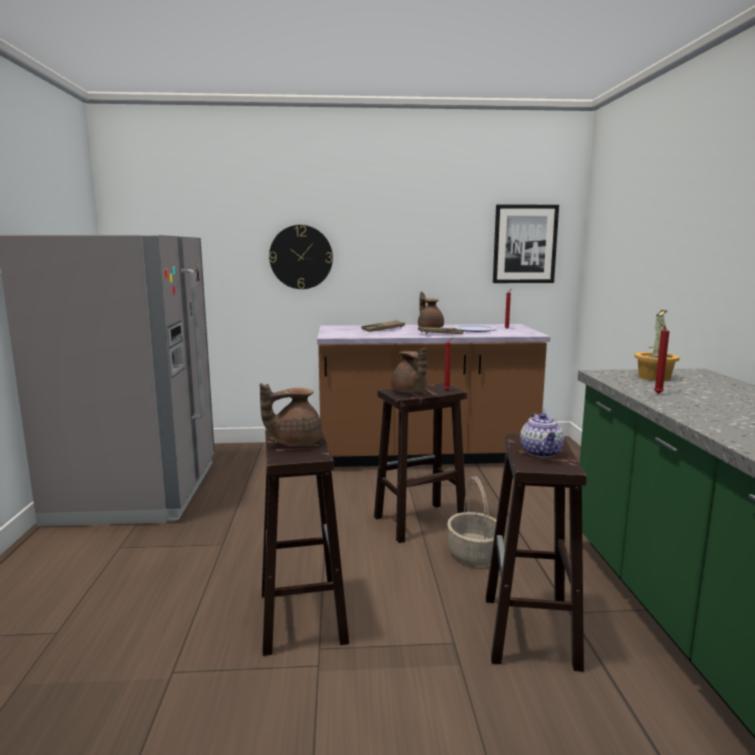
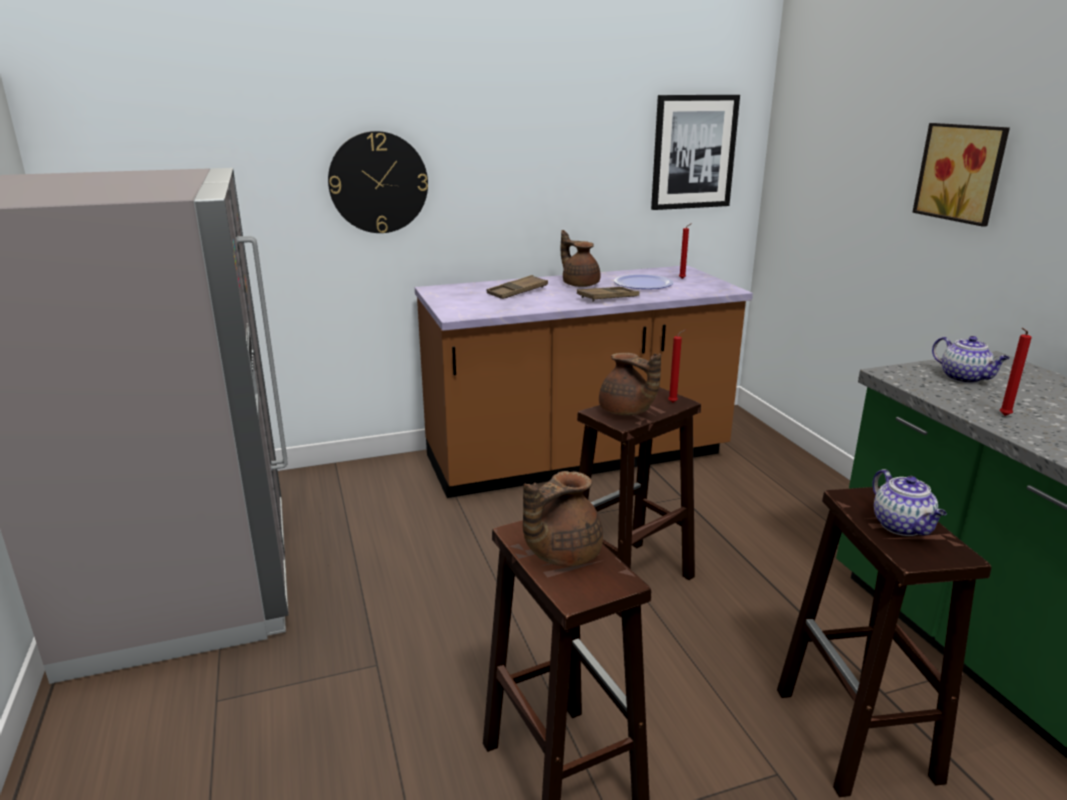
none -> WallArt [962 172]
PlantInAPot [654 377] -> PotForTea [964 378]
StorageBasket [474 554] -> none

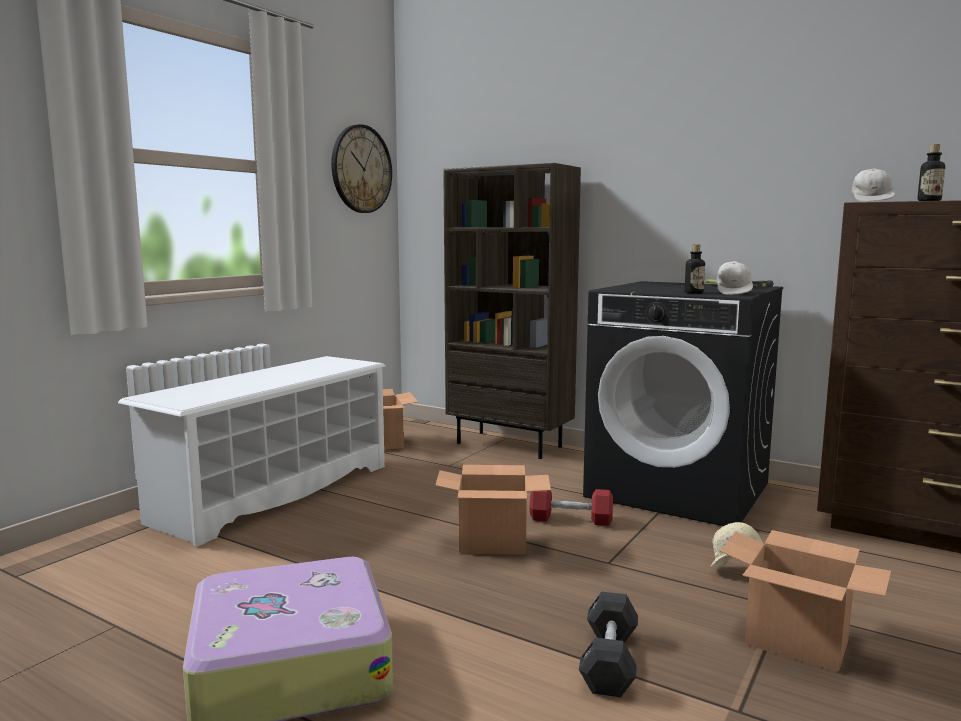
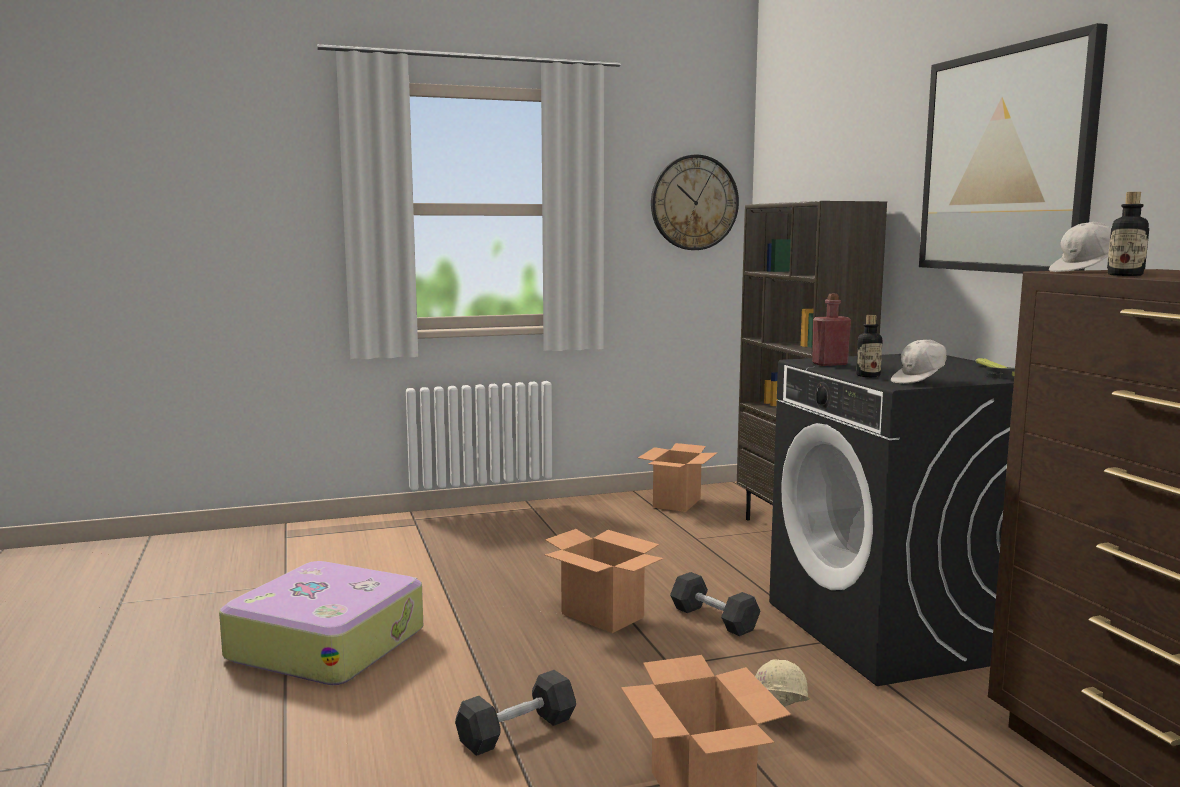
RedColouredDumbbell [570 519] -> BlackishDumbbell [713 619]
none -> RedColouredBeverageBottle [830 364]
none -> WallArt [1005 161]
WhiteShoeShelf [274 492] -> none

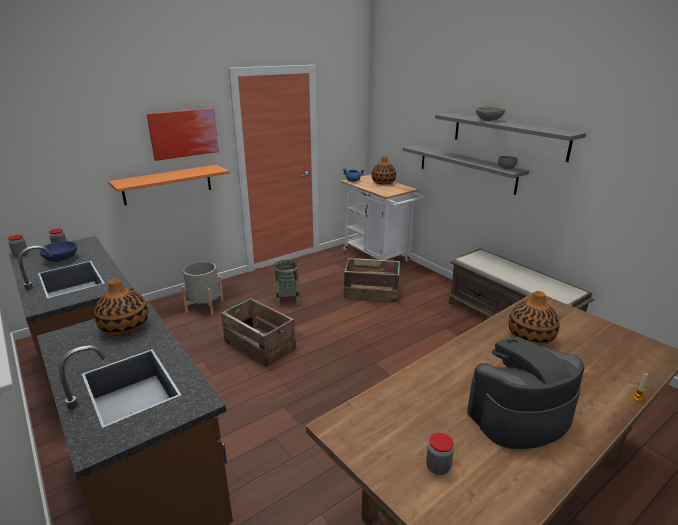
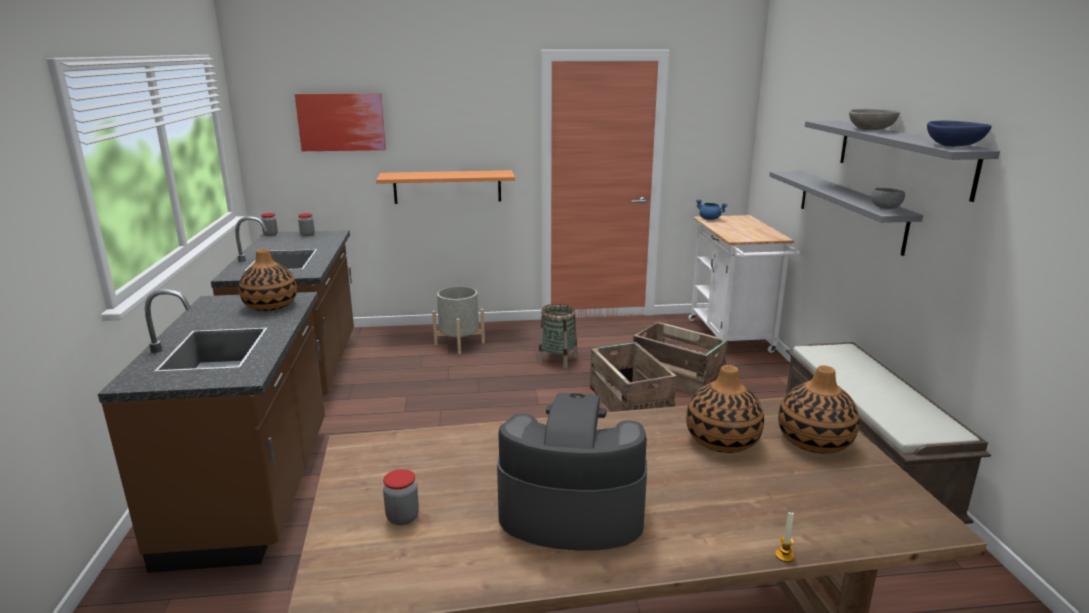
WallArt [184 133] -> WallArt [341 122], relocated
ShippingCrate [259 345] -> ShippingCrate [630 403], relocated
Vase [383 182] -> Vase [814 441], relocated
BlueColouredBowl [61 259] -> BlueColouredBowl [953 146], relocated

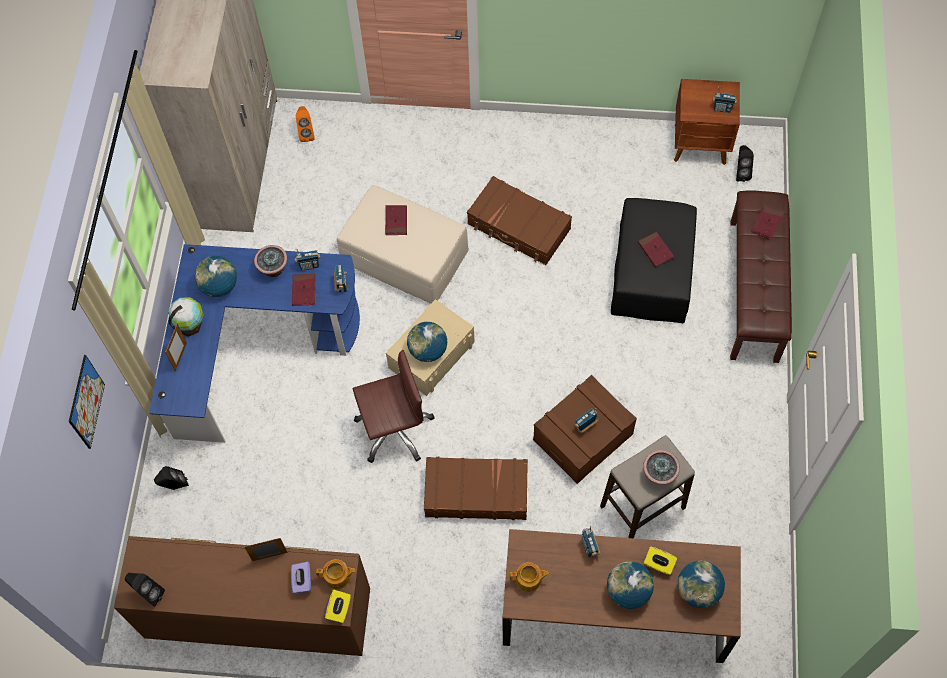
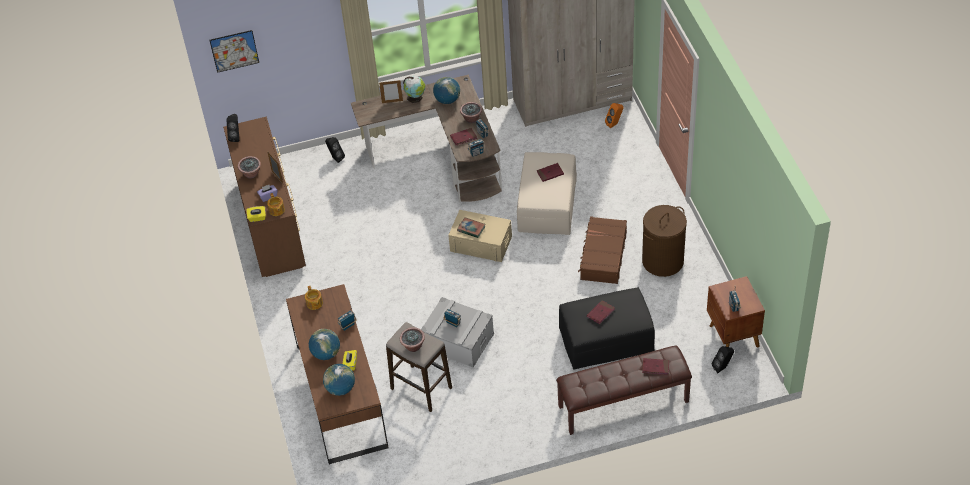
WallArt [86 402] -> WallArt [234 51], relocated
none -> PlantInAPot [251 174]
BlueColouredDeskUnit [254 348] -> BrownColouredDeskUnit [443 158]
BrownColouredStorageBox [583 437] -> GrayStorageBox [458 341]
DeskGlobe [428 350] -> BoundBook [471 229]
none -> BrownColouredLaundryBasket [662 261]
BrownColouredOfficeChair [394 429] -> none
BrownColouredTravelCase [476 492] -> none

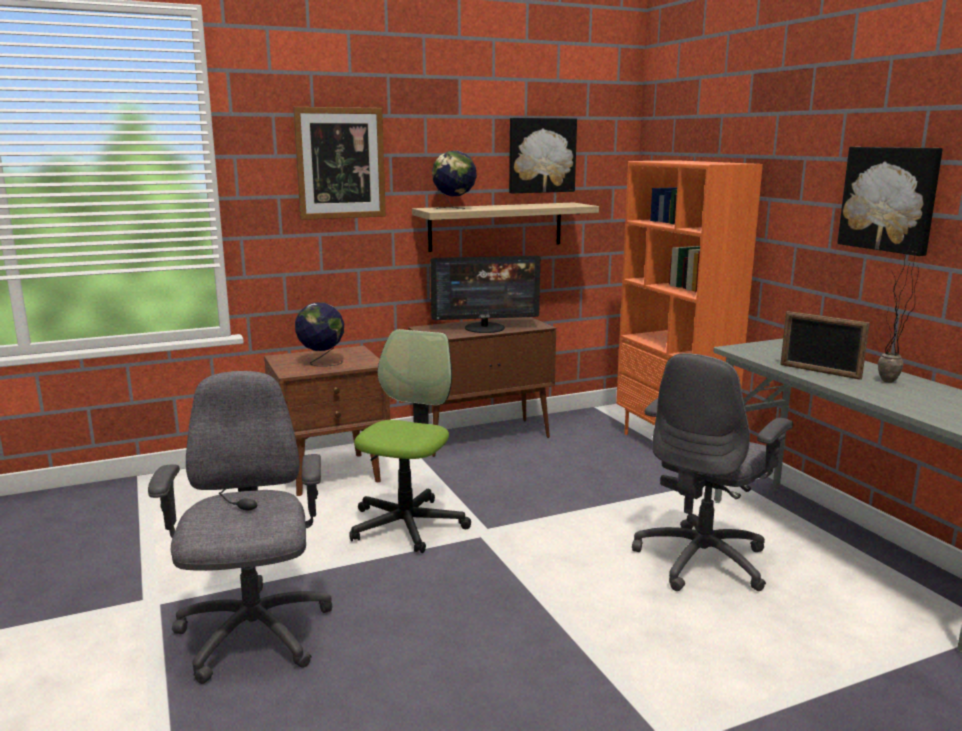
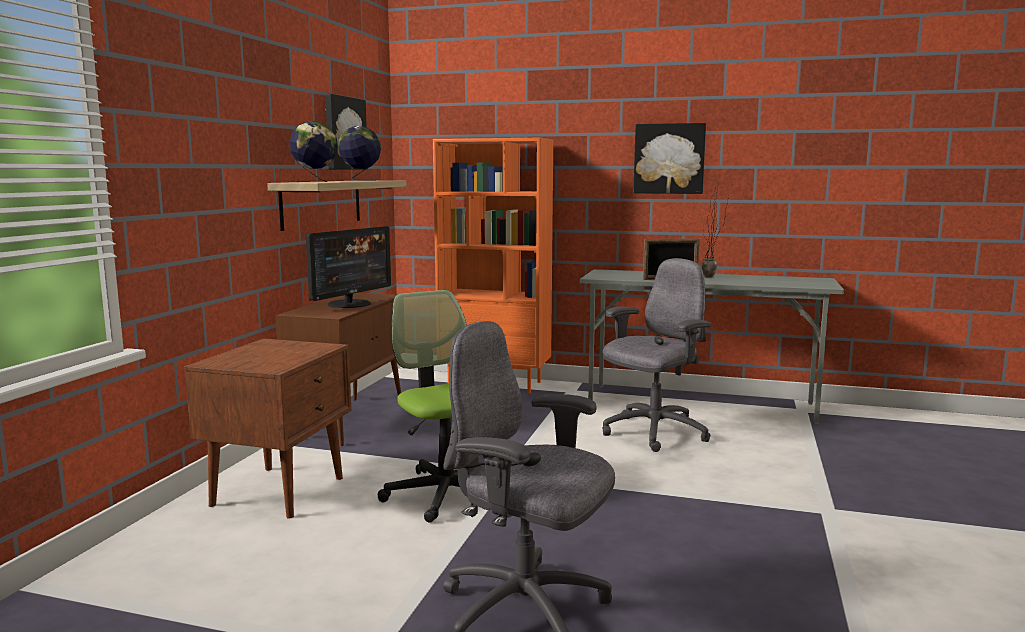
DeskGlobe [321 363] -> DeskGlobe [360 180], relocated
GrayOfficeChair [703 560] -> GrayOfficeChair [653 433], 120 degrees counterclockwise
WallArt [340 163] -> none

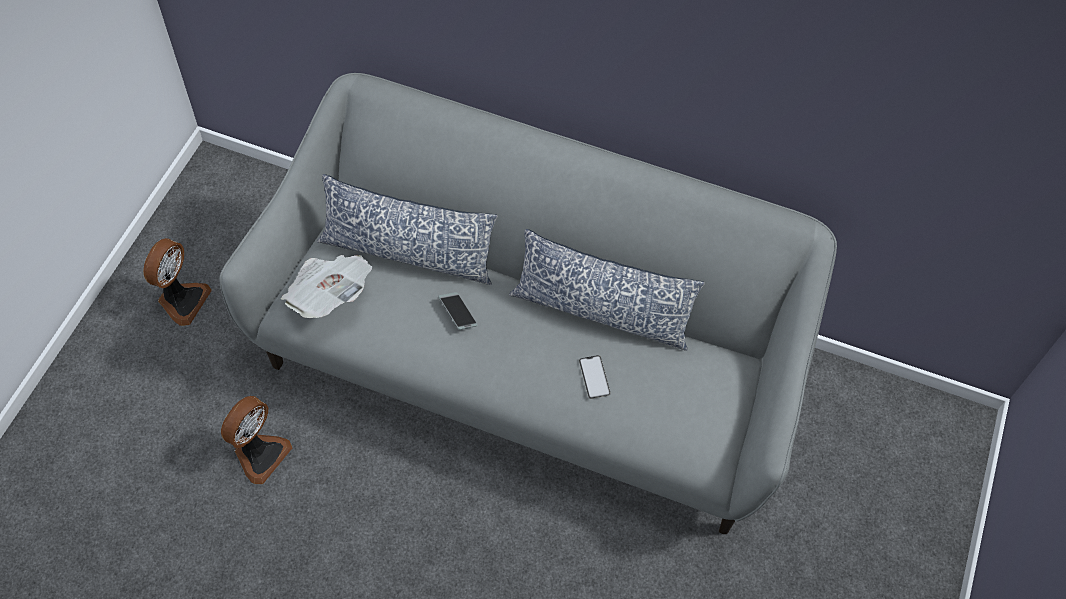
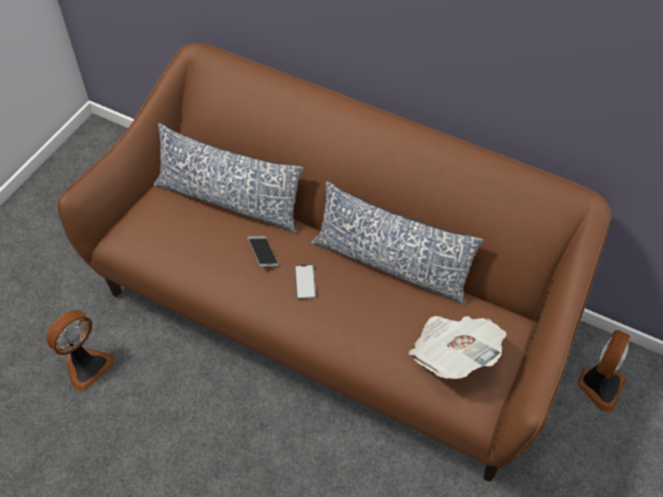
GraySettee [529 364] -> BrownColouredSettee [331 313]
Telephone [594 377] -> Telephone [305 282], relocated
PrintedPaper [328 295] -> PrintedPaper [453 355], relocated
ElectricFan [182 300] -> ElectricFan [599 386], relocated

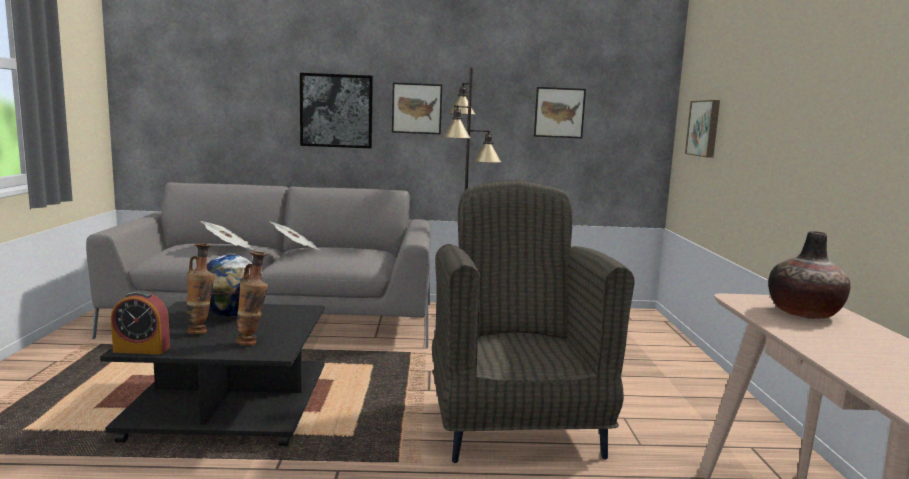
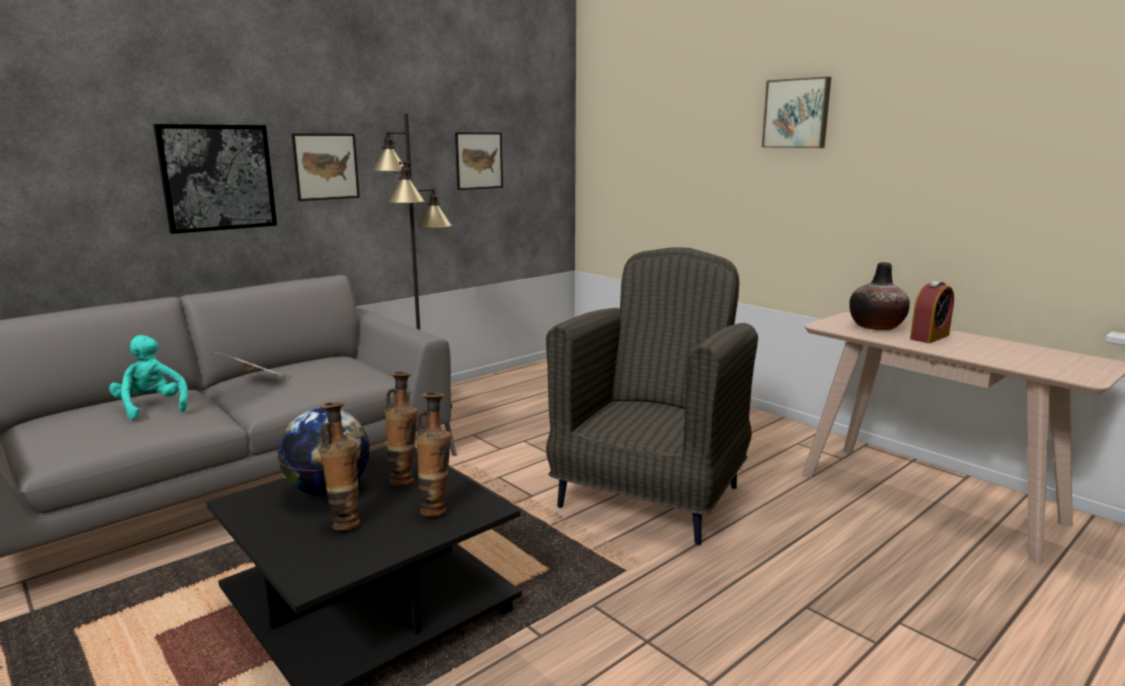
PrintedPaper [229 249] -> TurquoiseColouredPlushToy [152 407]
none -> Vase [404 480]
GrayEasyChair [516 426] -> GrayEasyChair [650 495], 75 degrees clockwise
WallArt [704 128] -> WallArt [797 113], relocated
BedsideClock [141 349] -> BedsideClock [929 337], relocated

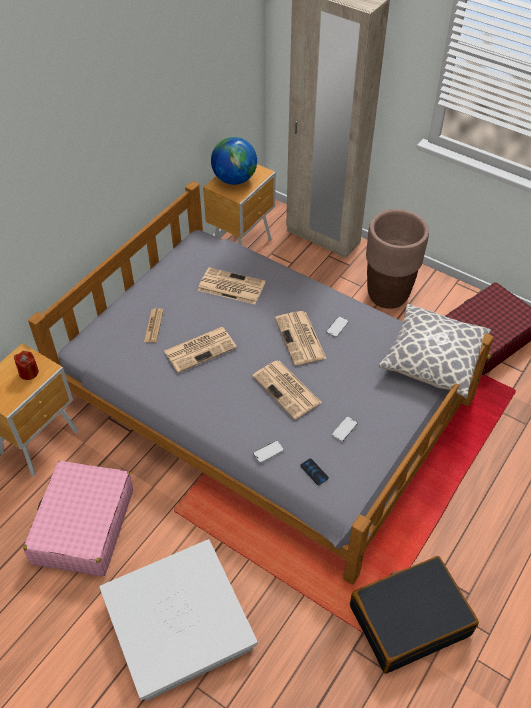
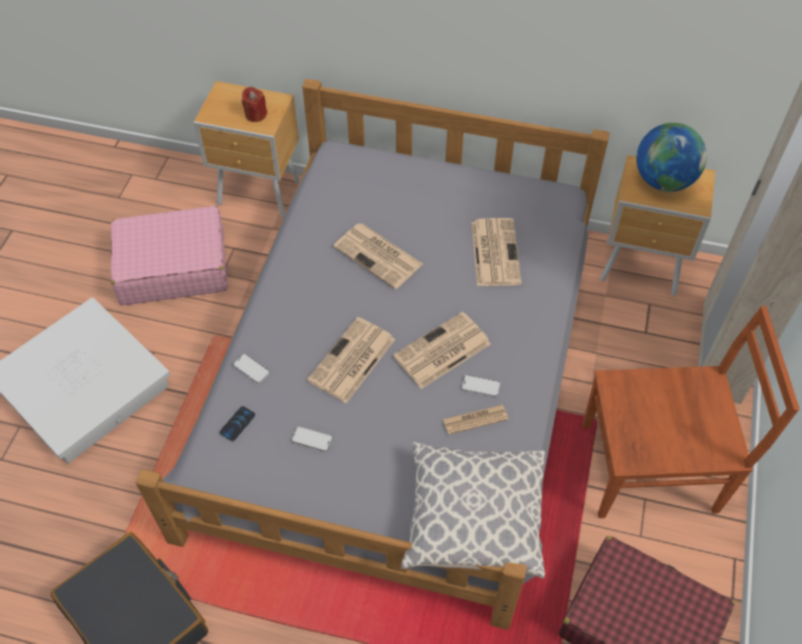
PrintedPaper [153 326] -> PrintedPaper [475 419], relocated
BrownColouredFlowerPot [388 295] -> BrownColouredChair [653 468]

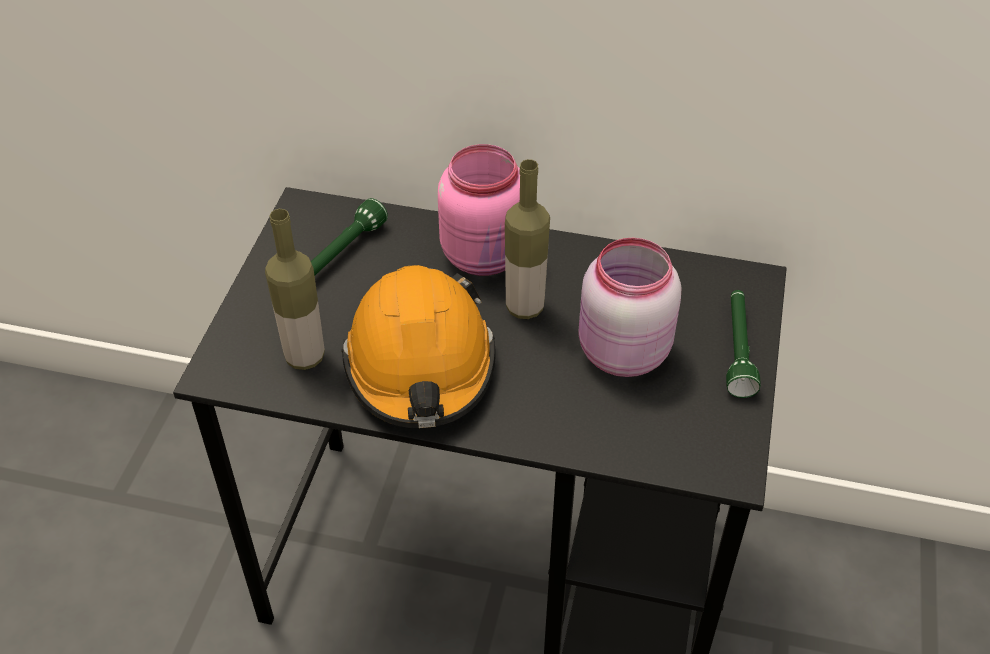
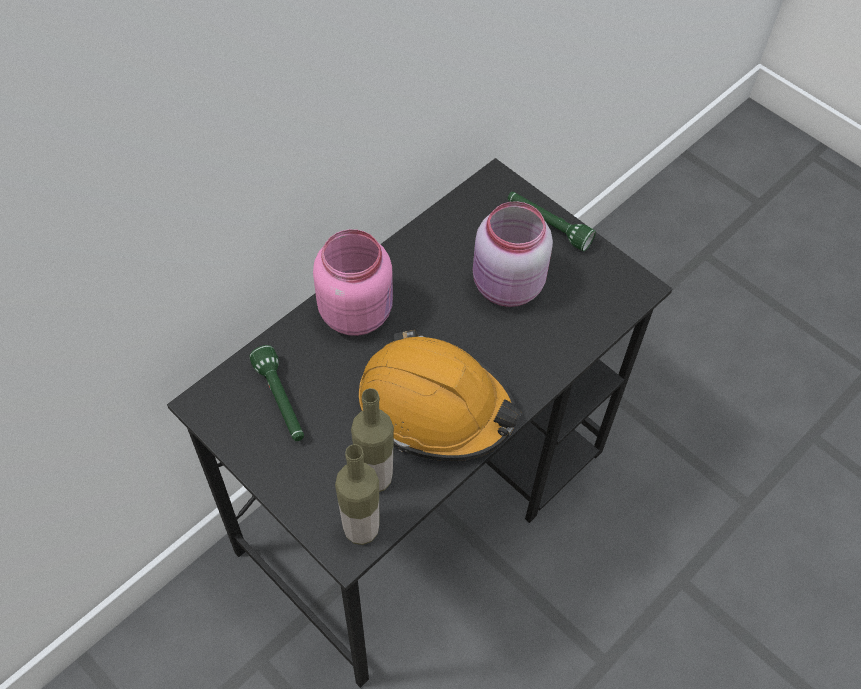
BeverageBottle [525 307] -> BeverageBottle [361 529], relocated

